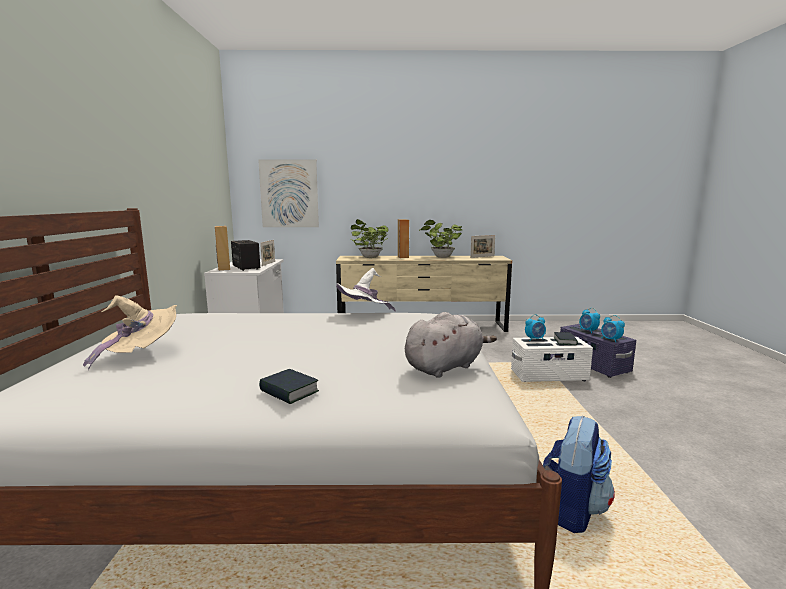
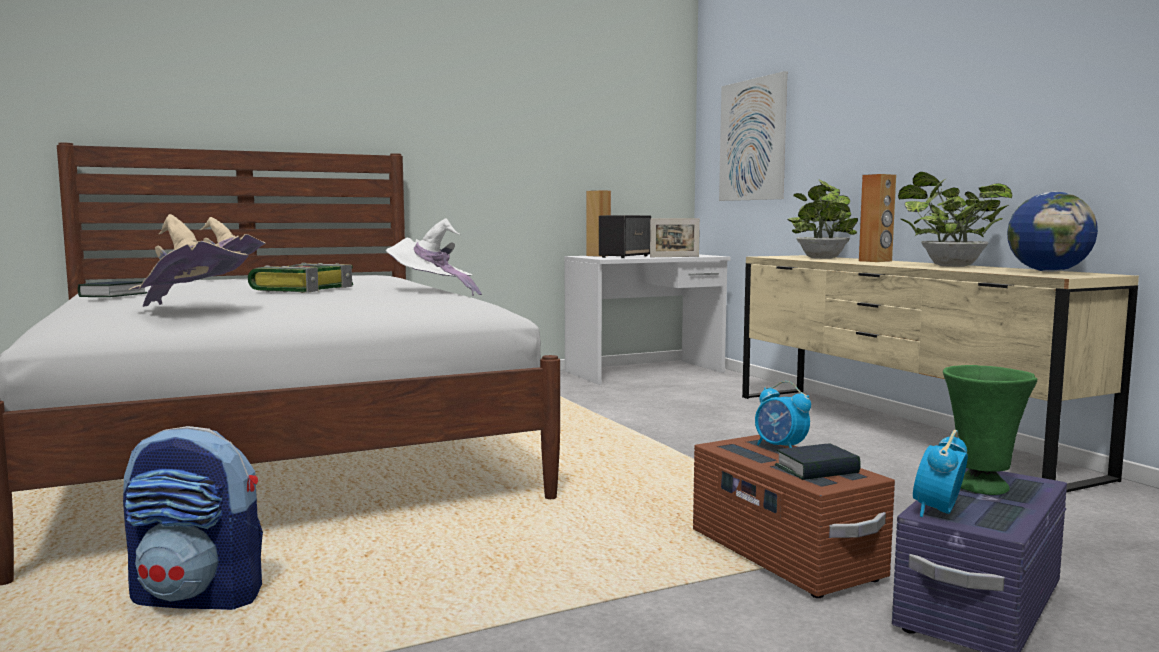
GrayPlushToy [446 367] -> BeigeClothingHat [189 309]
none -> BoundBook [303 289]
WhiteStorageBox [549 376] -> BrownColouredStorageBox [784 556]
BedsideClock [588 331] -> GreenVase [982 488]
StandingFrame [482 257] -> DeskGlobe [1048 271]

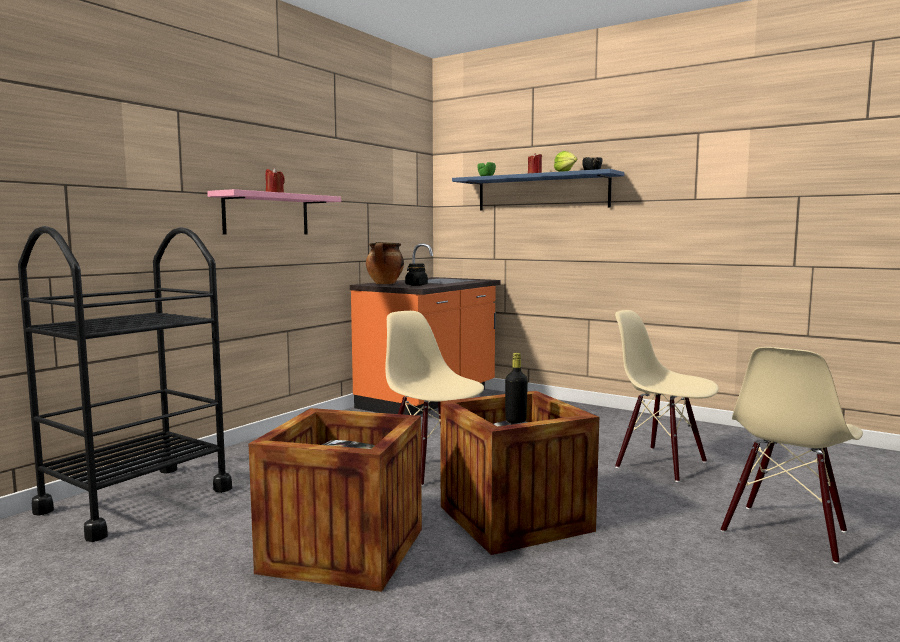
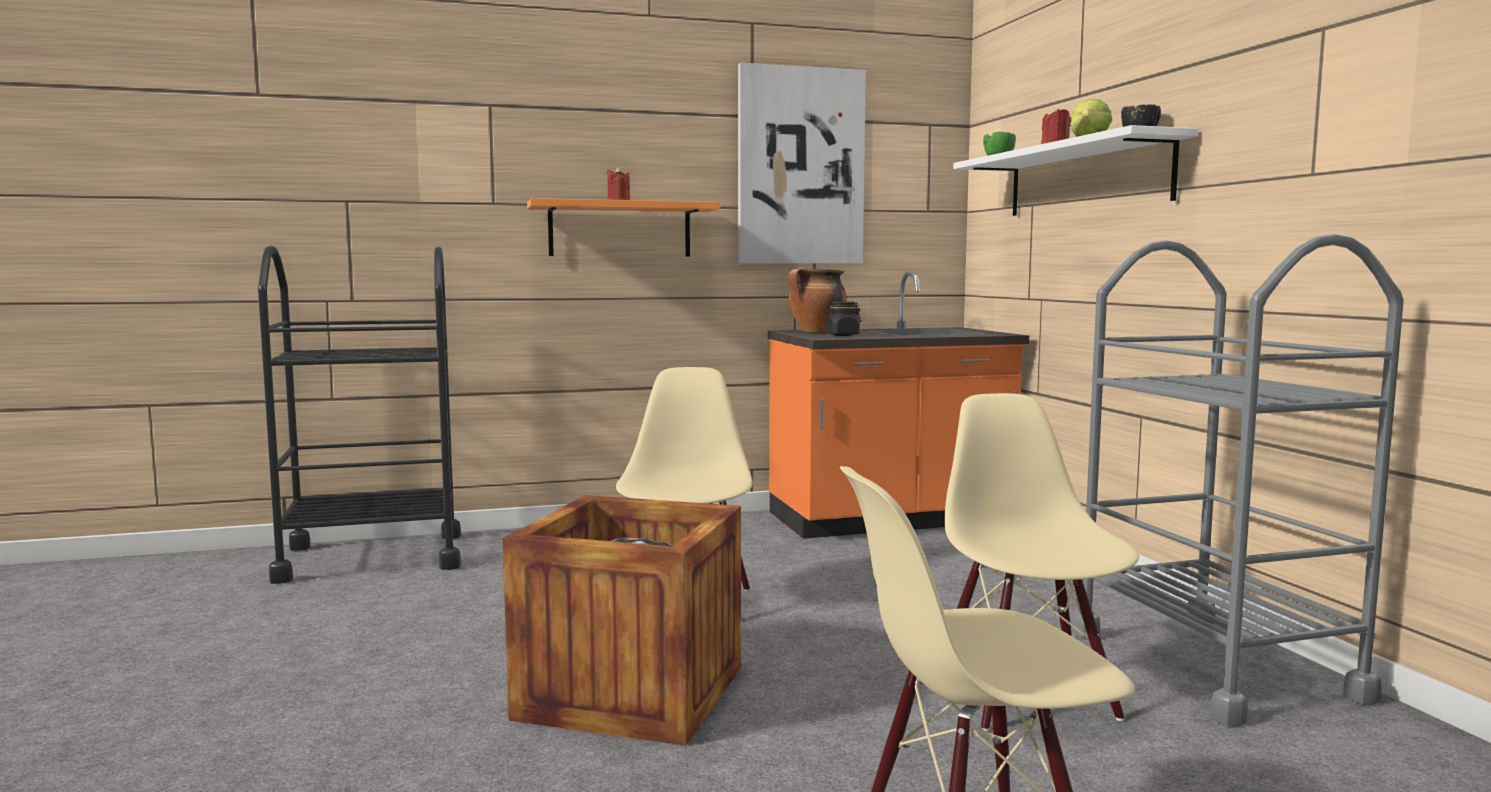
PinkColouredShelf [266 214] -> OrangeyShelf [620 229]
none -> WallArt [800 167]
BlueColouredShelf [542 192] -> WhiteShelf [1086 179]
none -> GrayWheeledCart [1213 665]
ShippingCrate [343 550] -> none
BlackishBeverageBottle [515 421] -> none

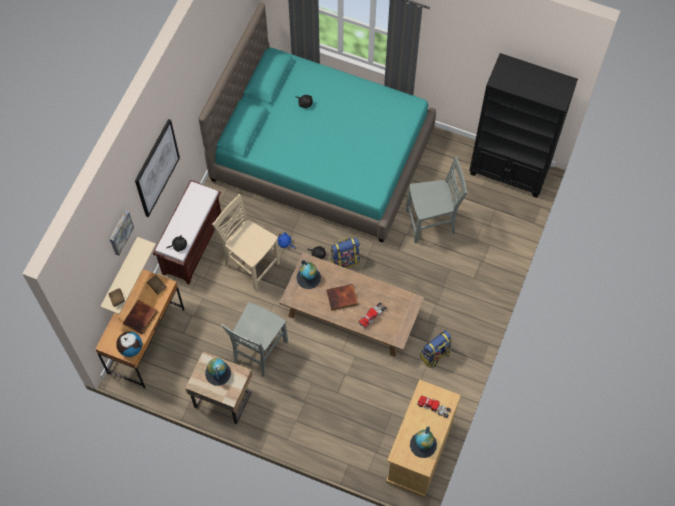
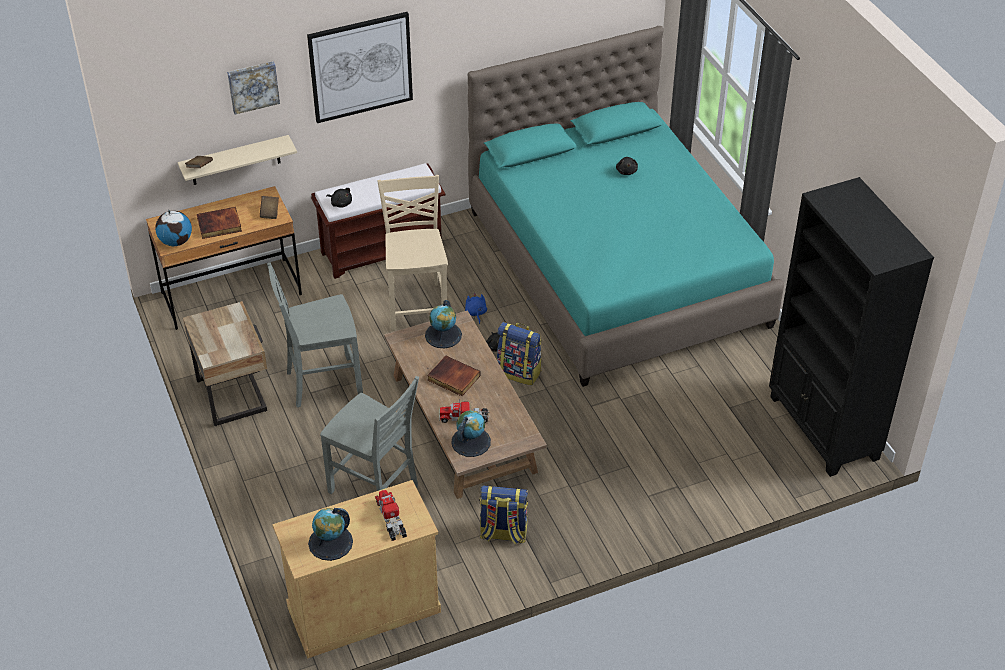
GrayChair [432 223] -> GrayChair [375 489], relocated
DeskGlobe [218 373] -> DeskGlobe [470 441], relocated

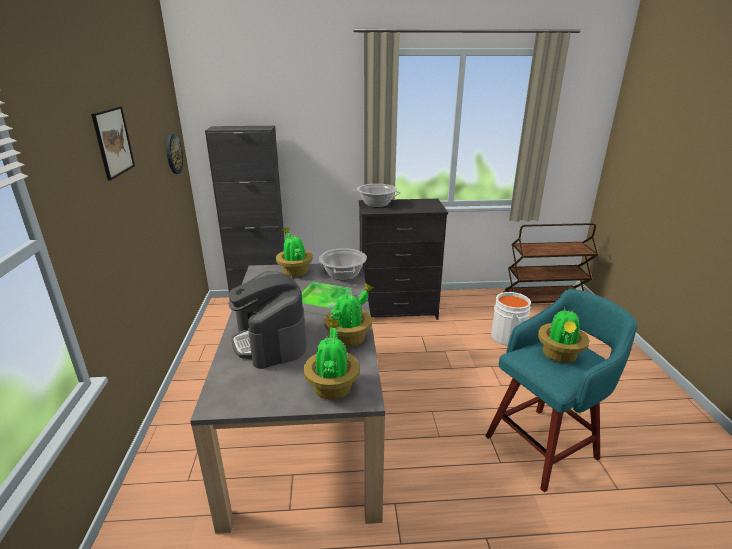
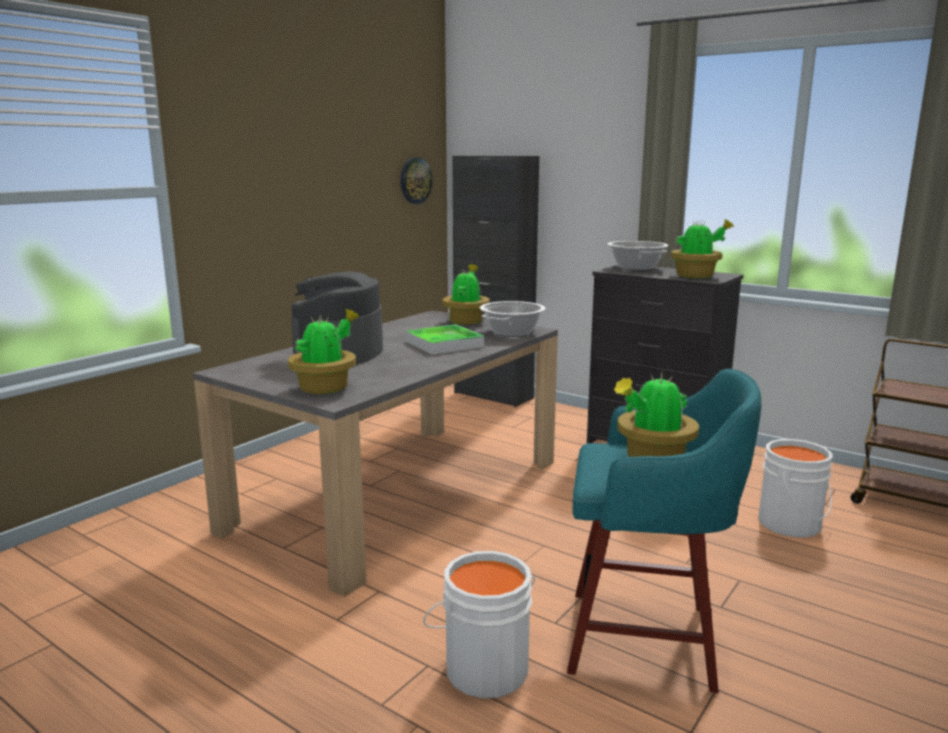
none -> WhiteWaterBucket [485 667]
PlantInAPot [349 338] -> PlantInAPot [696 276], relocated
WallArt [113 142] -> none

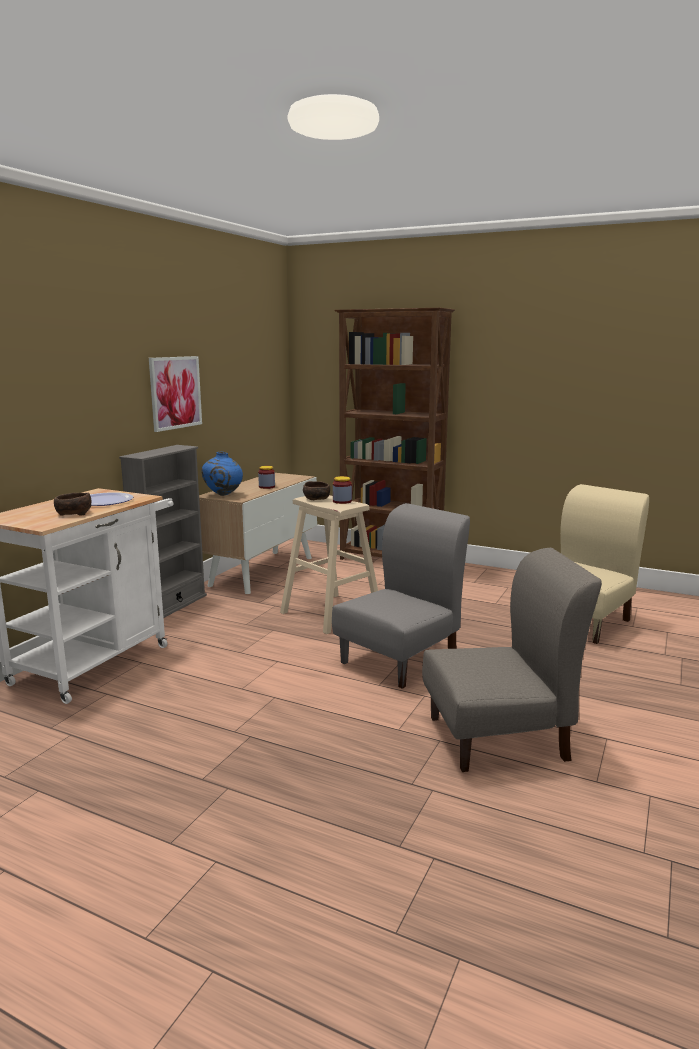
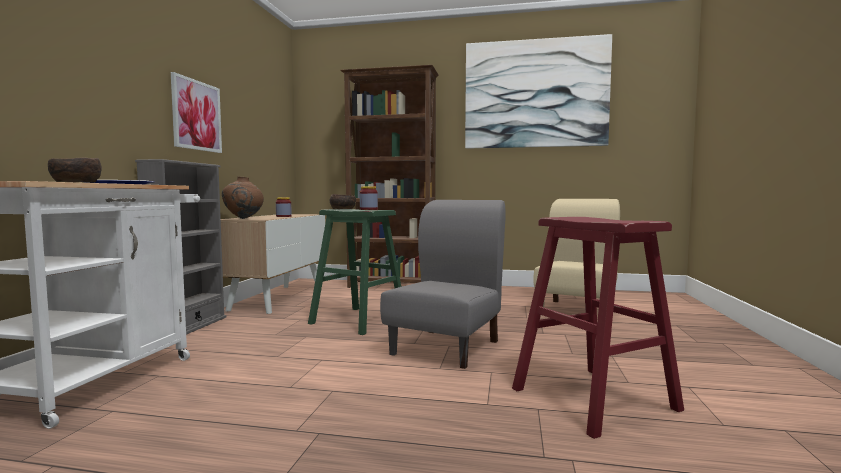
BlueColouredVase [223 495] -> BrownColouredVase [243 218]
BeigeStool [331 613] -> GreenStool [358 320]
none -> WallArt [535 94]
GrayChair [498 738] -> RedColouredStool [593 399]

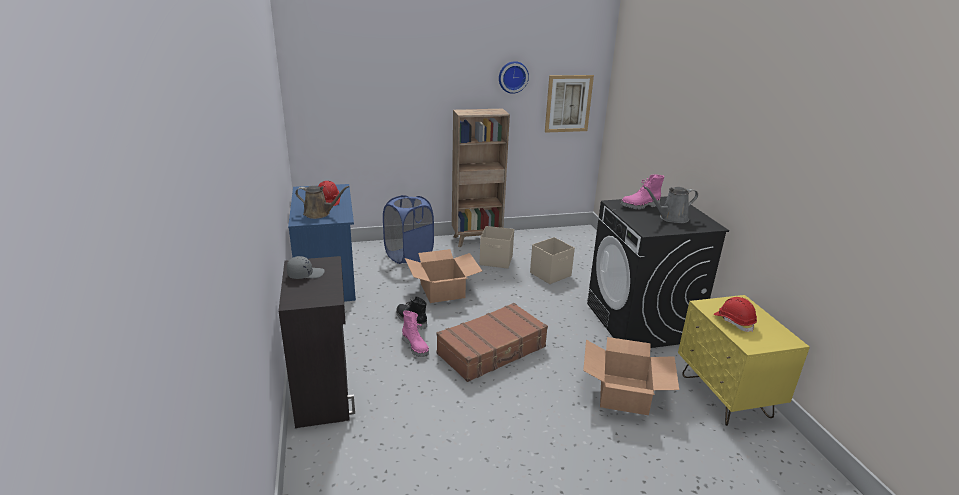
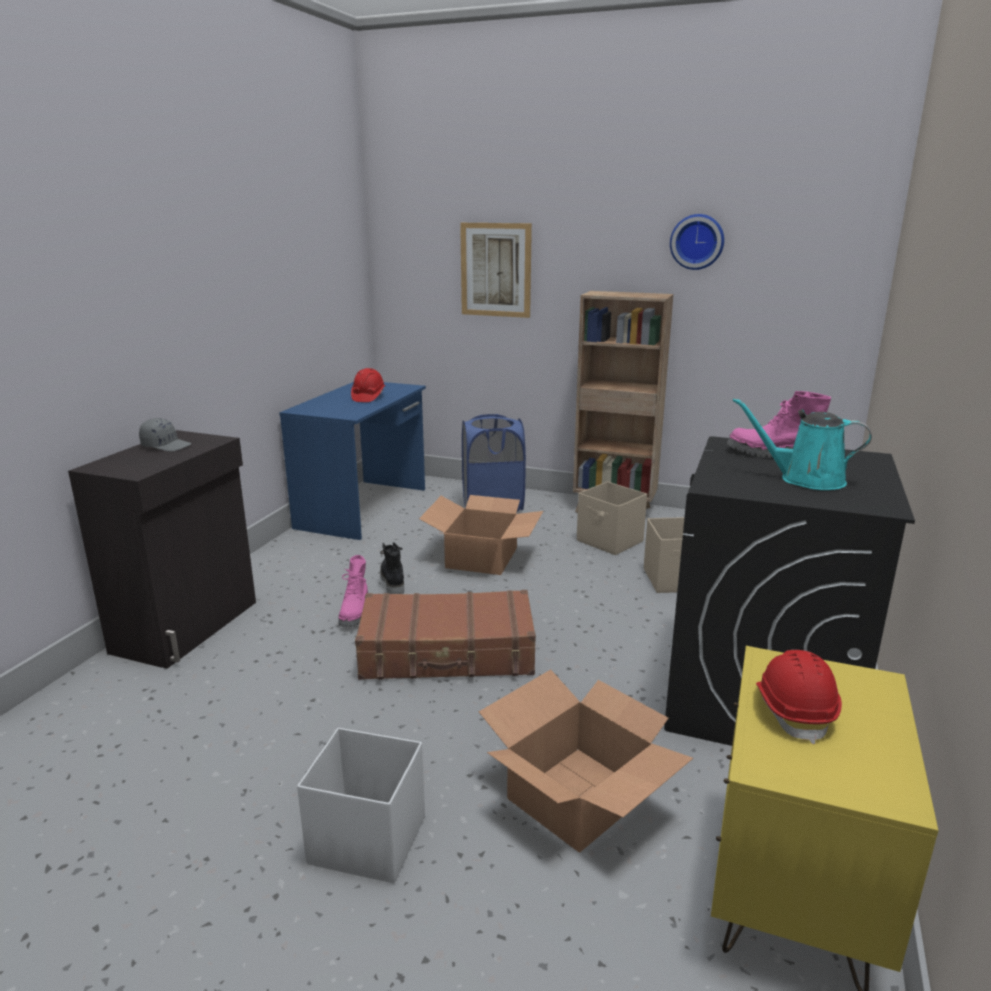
none -> WhiteStorageBox [366 839]
WallArt [568 103] -> WallArt [496 270], relocated
GrayWateringPot [671 218] -> TurquoiseColouredWateringPot [805 479]
BrownColouredWateringPot [319 214] -> none

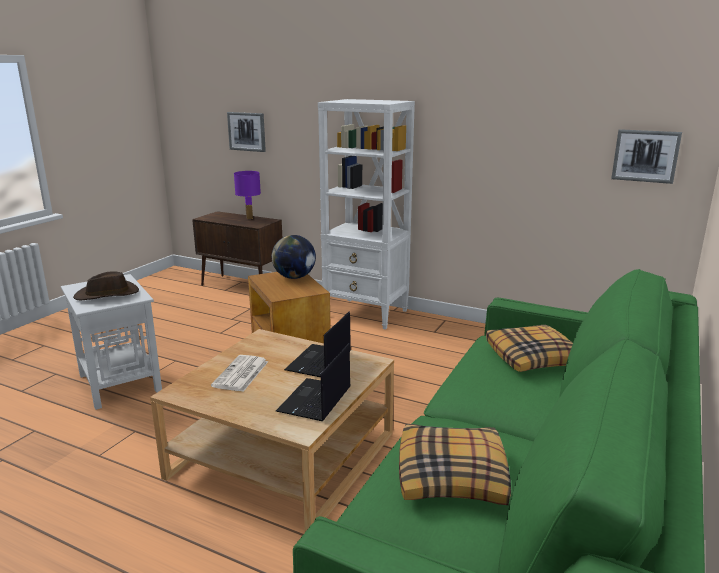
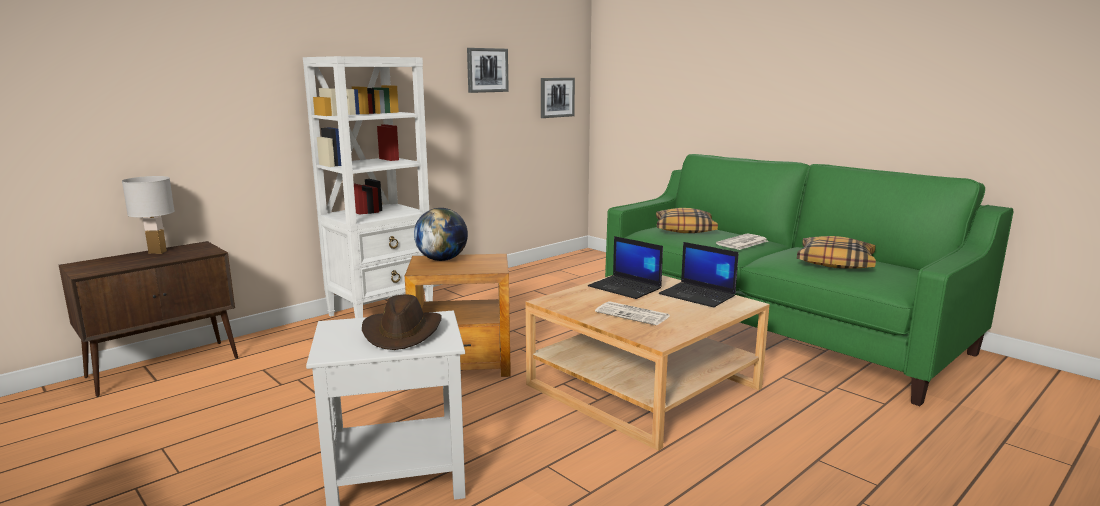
PurpleTableLamp [249 218] -> WhiteTableLamp [158 252]
WallArt [247 131] -> WallArt [487 70], relocated
none -> PrintedPaper [742 243]

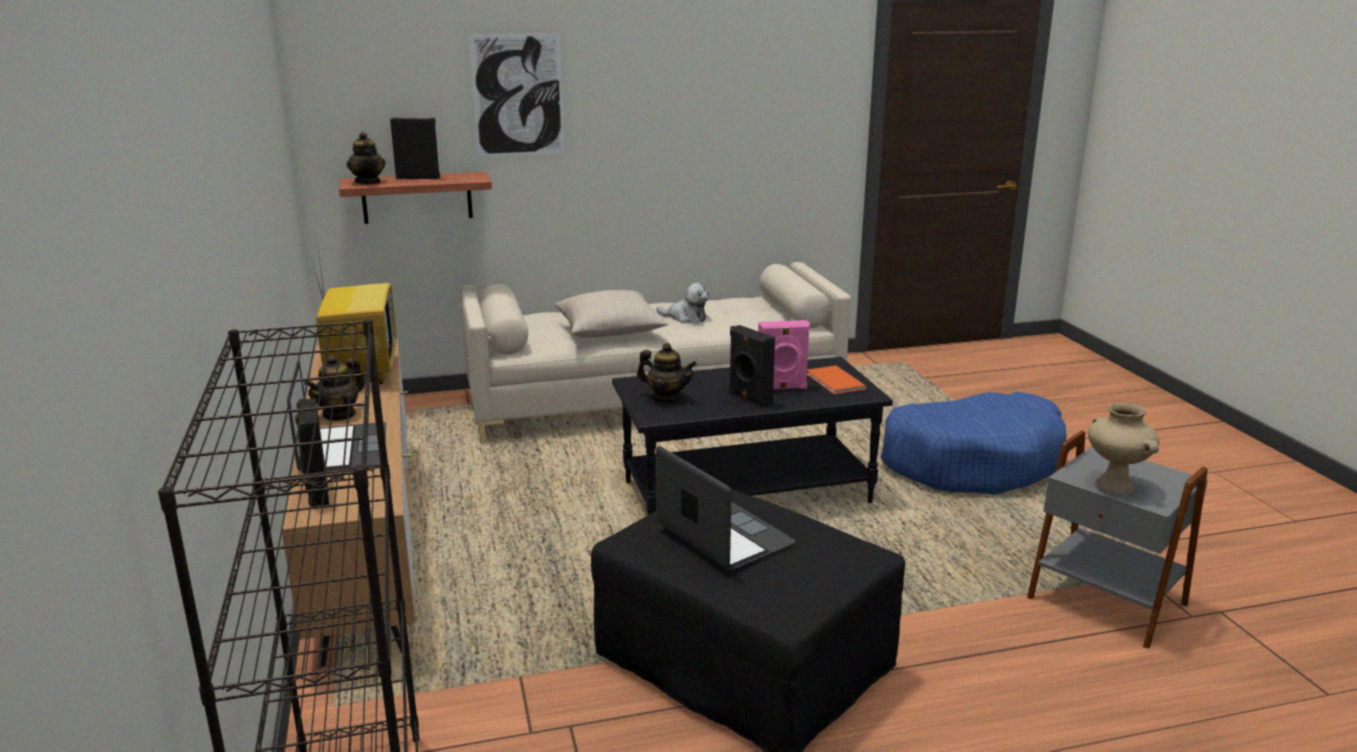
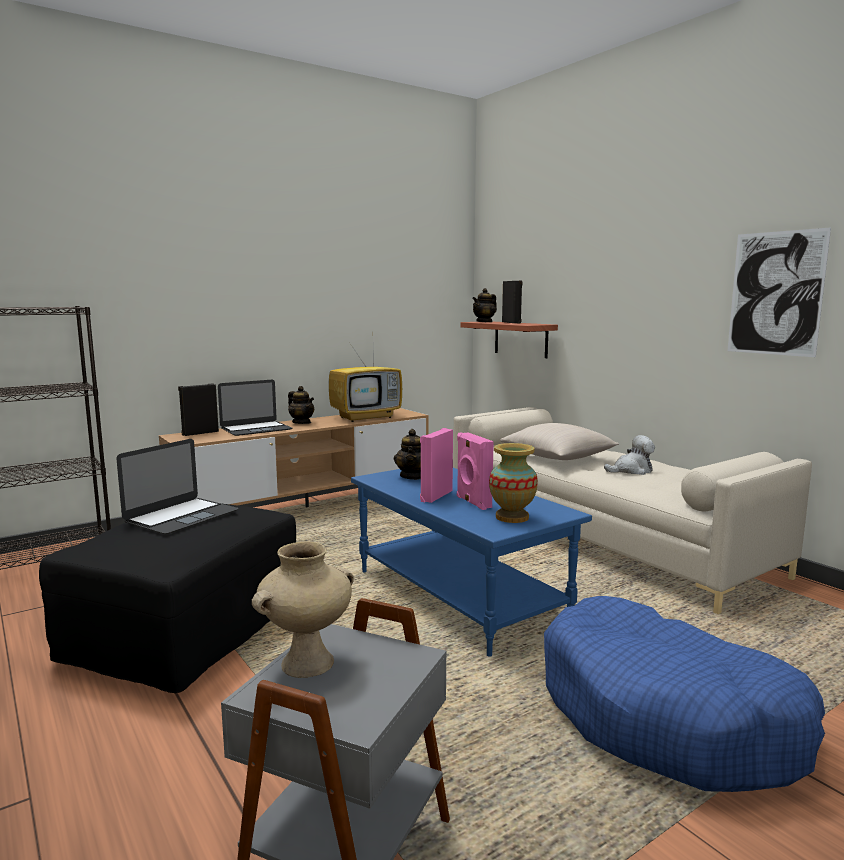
PotForTea [339 414] -> PotForTea [301 422], 150 degrees counterclockwise
BlackishLowTable [747 492] -> BlueColouredLowTable [460 596]
BlackishLoudspeaker [749 399] -> PinkColouredLoudspeaker [435 496]
OrangeyBoundBook [834 382] -> Vase [512 517]
PlushToy [686 318] -> PlushToy [631 470], 105 degrees counterclockwise
WallArt [518 95] -> WallArt [775 293], relocated

